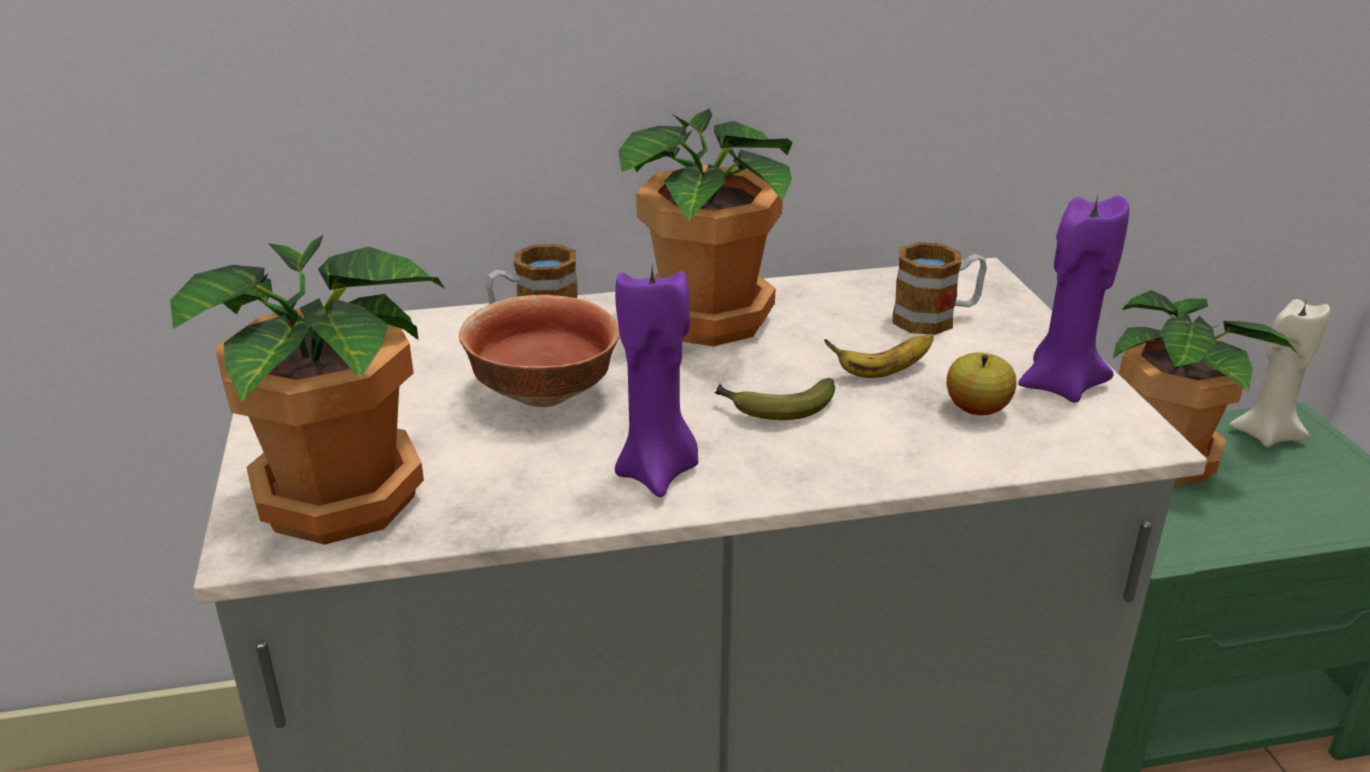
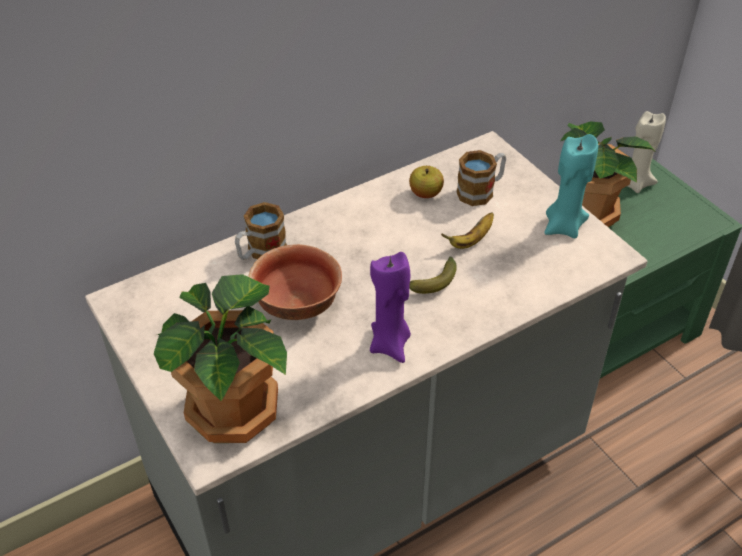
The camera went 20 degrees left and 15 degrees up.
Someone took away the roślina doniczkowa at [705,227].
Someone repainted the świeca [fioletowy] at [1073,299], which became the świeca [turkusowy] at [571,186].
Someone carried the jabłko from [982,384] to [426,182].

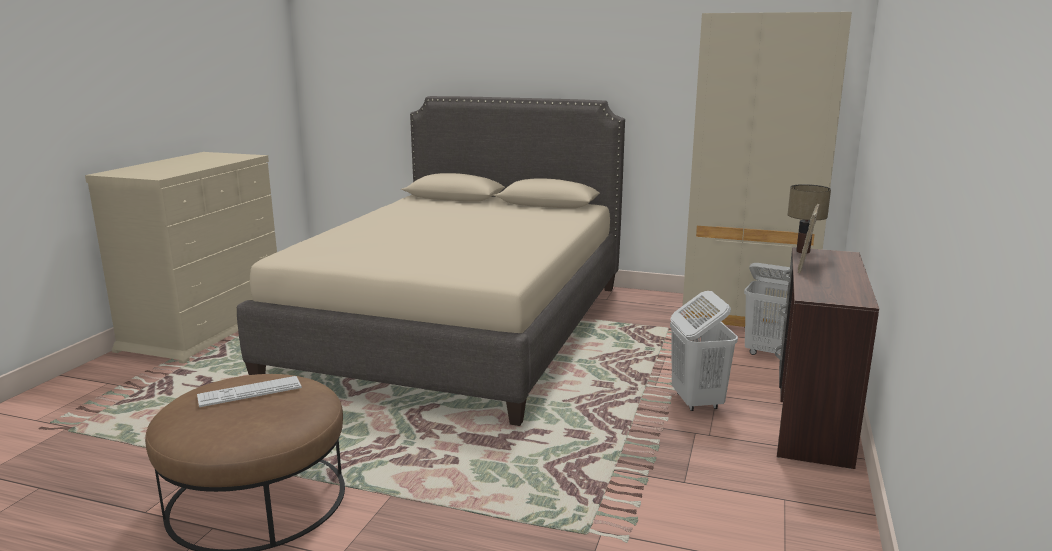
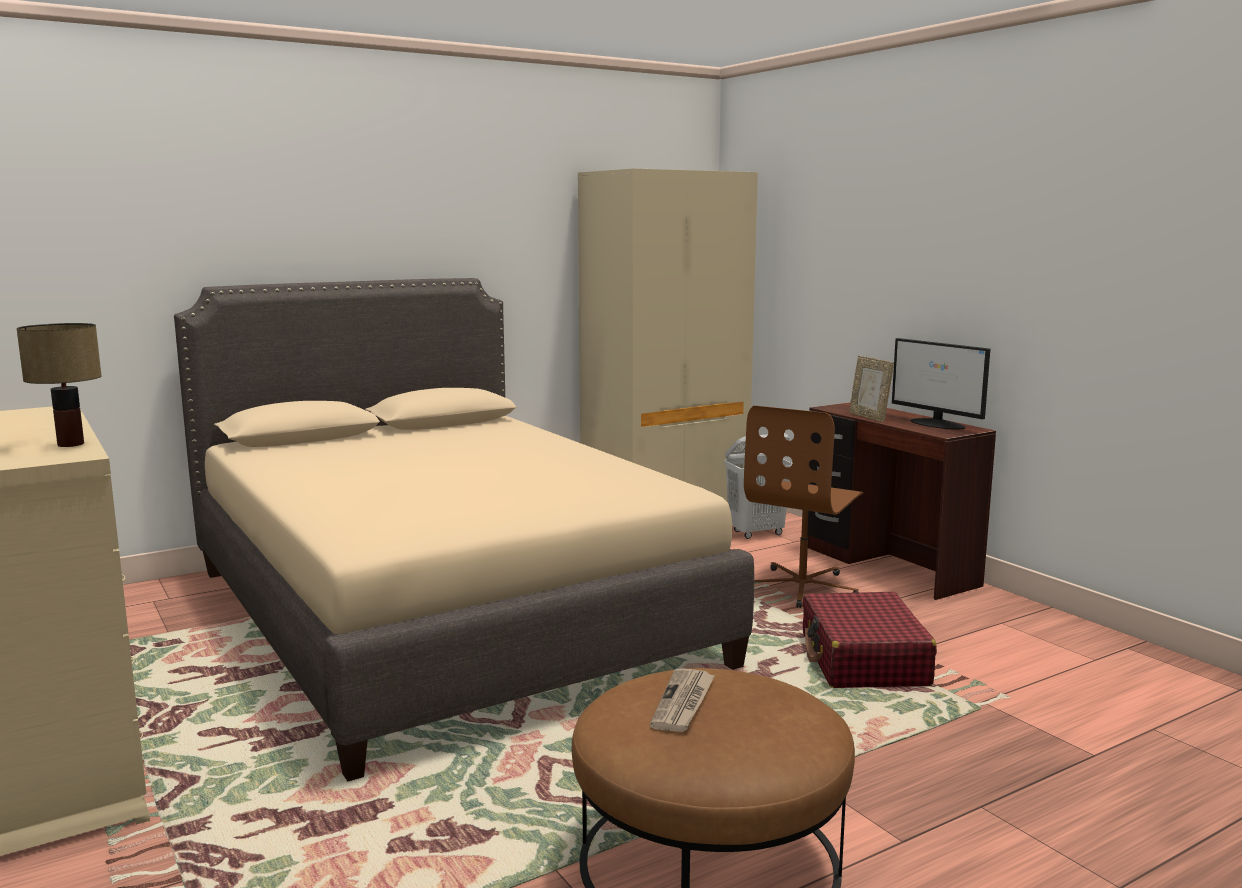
The camera went 50 degrees left and 5 degrees down.
Someone carried the lampa stołowa from [809,218] to [59,385].
Someone swapped the kosz na pranie [biały] at [704,351] for the krzesło biurowe [brązowy] at [803,507].
Someone swapped the klawiatura at [249,391] for the gazeta at [682,700].
Someone put down the monitor at [941,384].
Someone put down the walizka [czerwony] at [869,640].

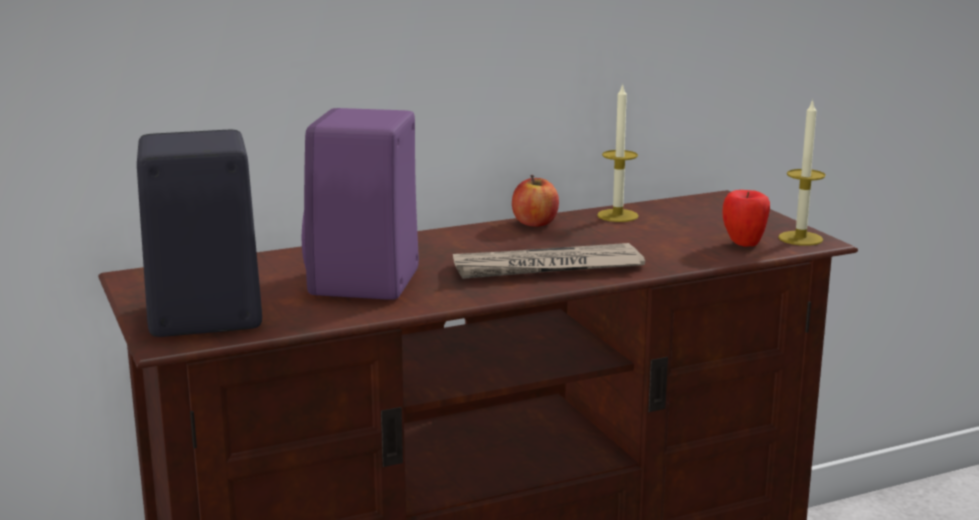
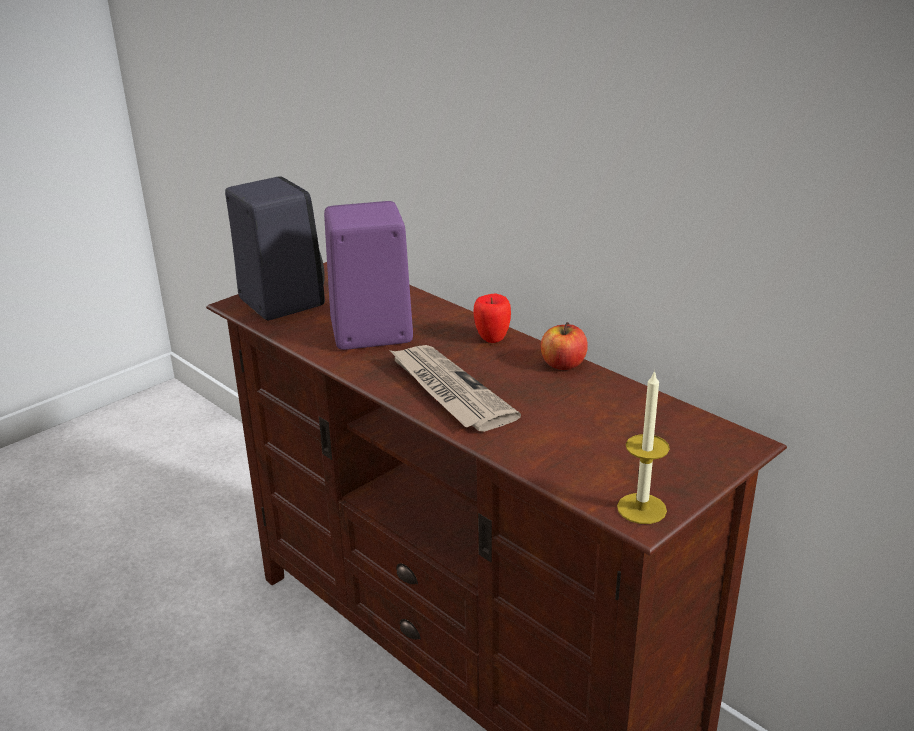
The camera went 70 degrees right and 10 degrees up.
Someone took away the świeca at [618,152].
Someone carried the jabłko from [746,218] to [492,318].

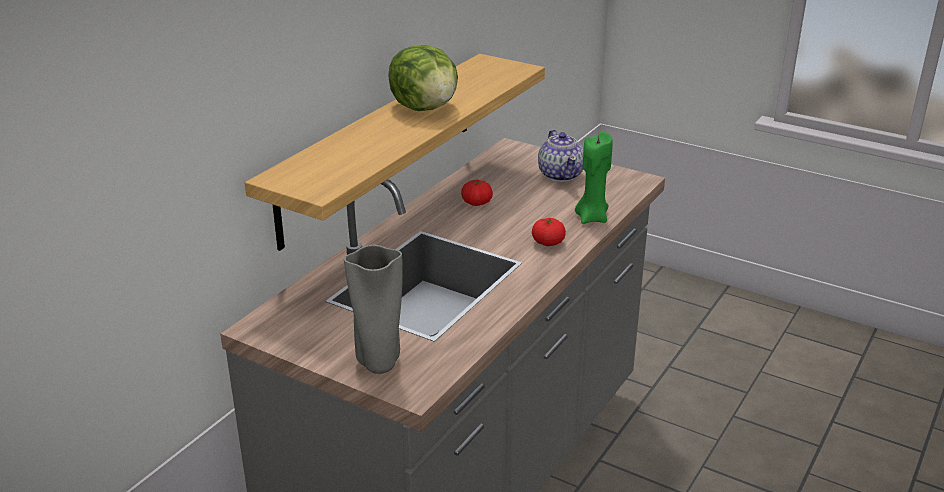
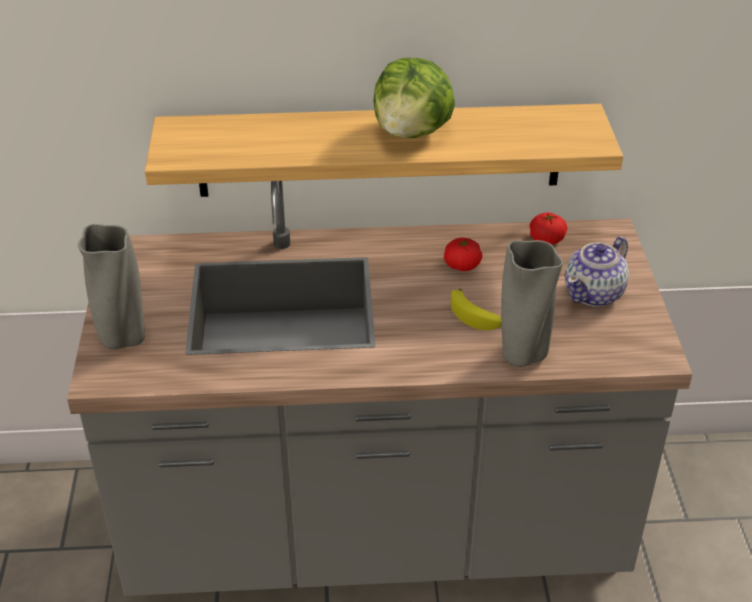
The camera went 55 degrees right and 10 degrees up.
Someone swapped the świeca [zielony] at [594,178] for the wazon [szary] at [532,303].
Someone carried the pomidor from [549,232] to [548,228].
Someone put down the banan at [476,309].

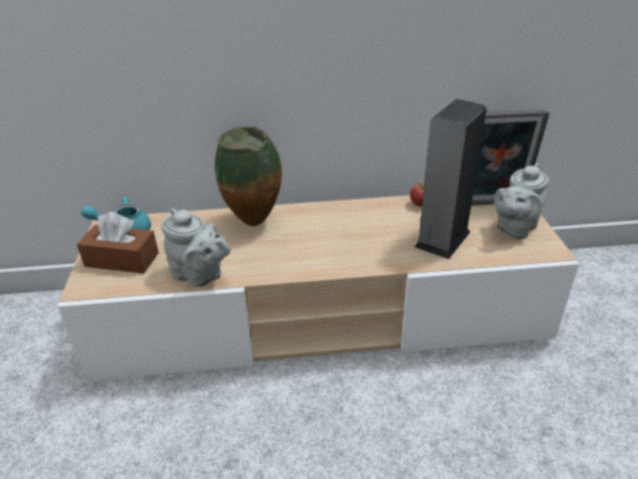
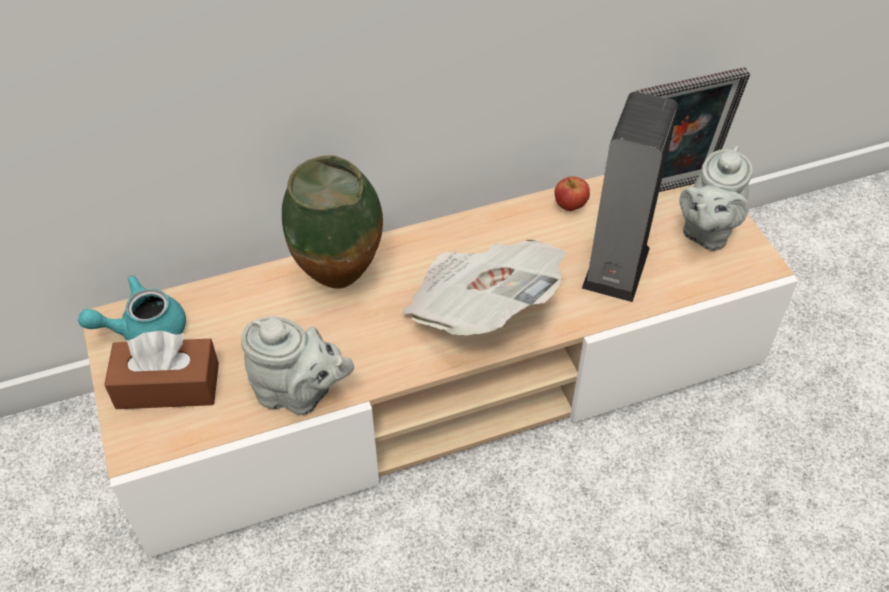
The camera went 15 degrees left and 15 degrees up.
Someone put down the gazeta at [484,287].

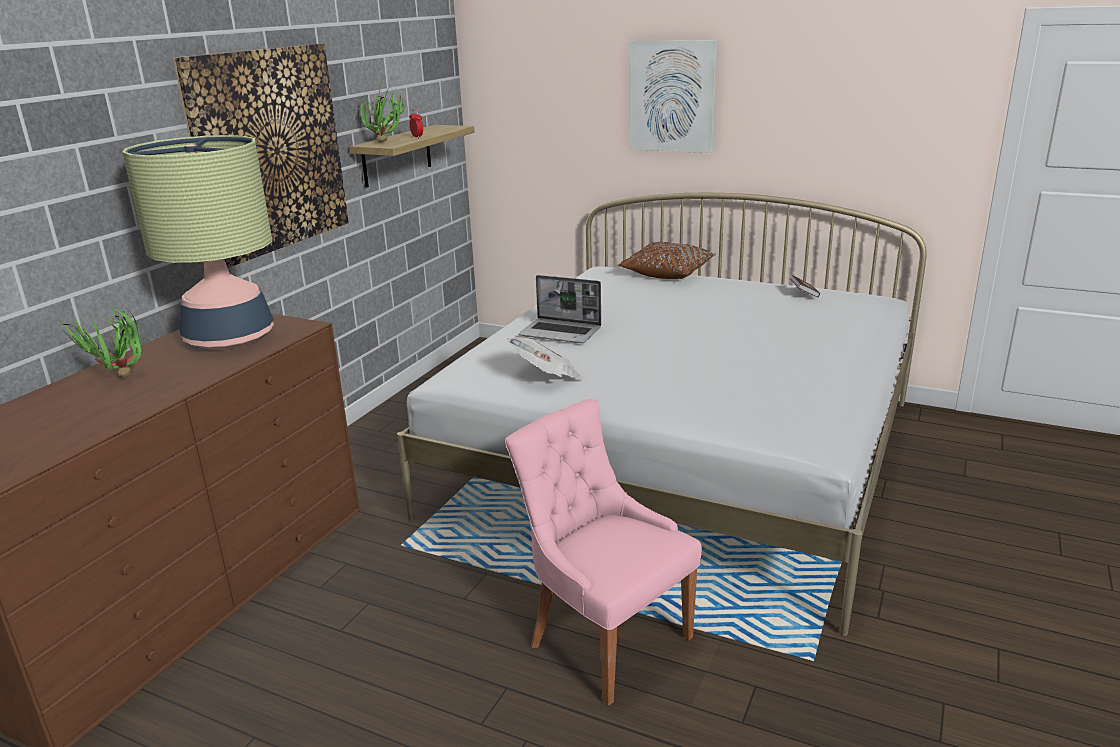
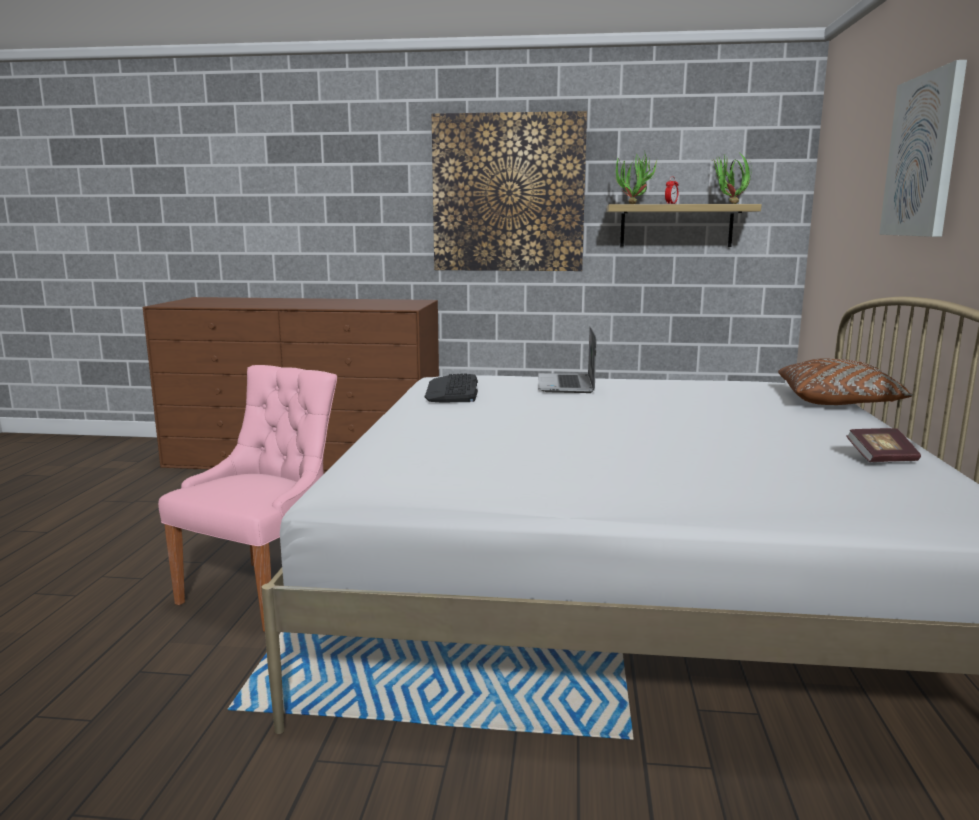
The camera went 70 degrees right and 10 degrees down.
Someone took away the lampa stołowa at [198,242].
Someone carried the roślina doniczkowa from [101,340] to [732,178].
Someone swapped the gazeta at [545,358] for the klawiatura at [451,388].

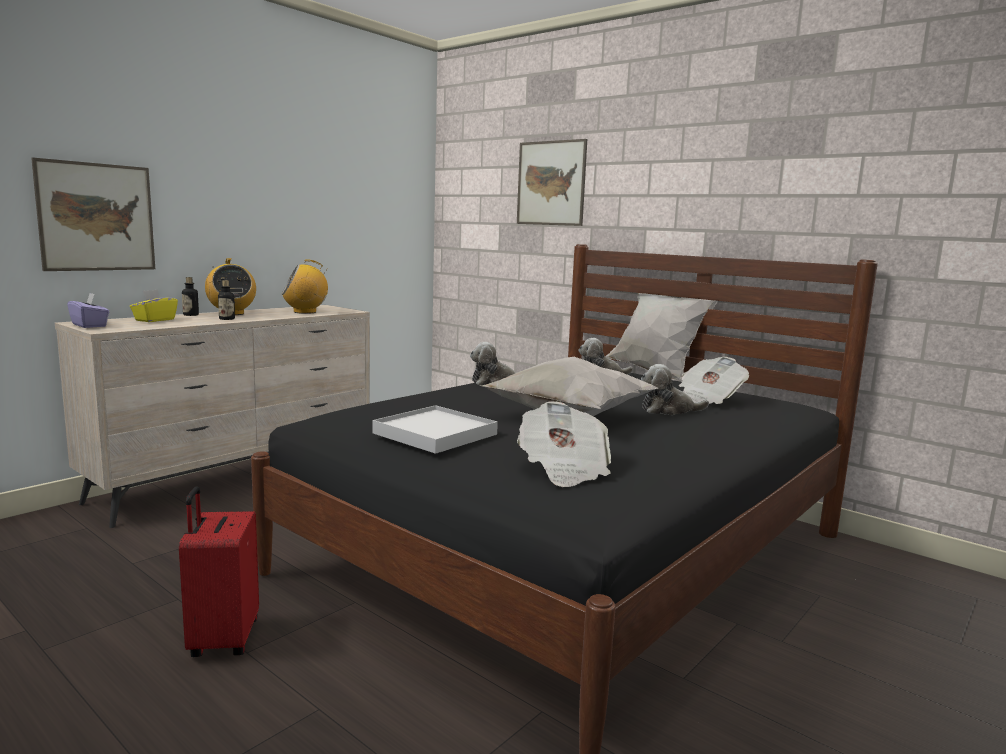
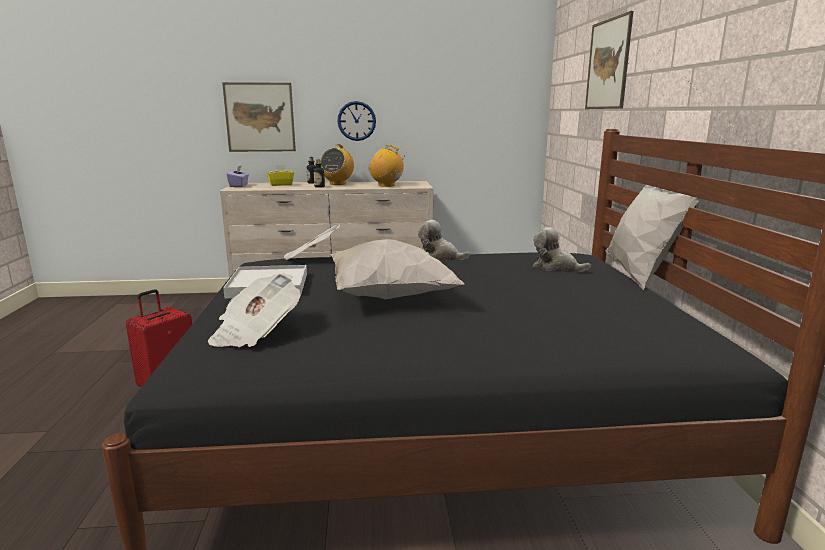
The camera went 45 degrees right and 5 degrees up.
Someone carried the gazeta from [714,380] to [312,242].
Someone took away the pluszak at [675,389].
Someone put up the zegar ścienny at [356,121].

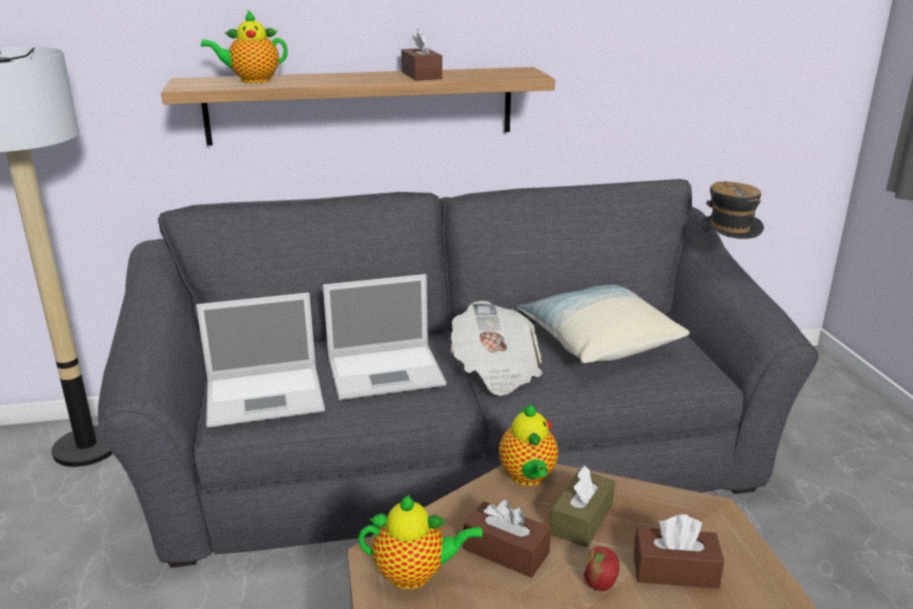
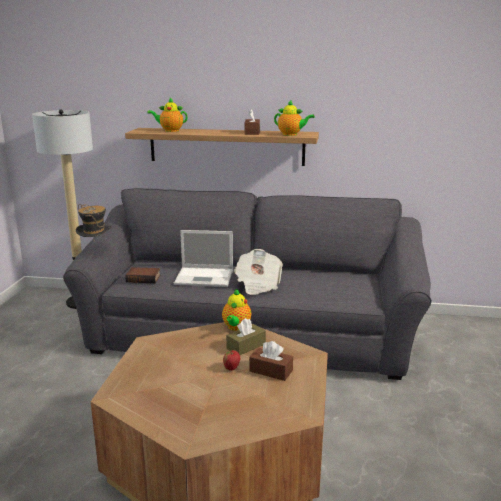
The camera went 20 degrees right and 5 degrees down.
Someone carried the kapelusz from [731,213] to [94,220].
Someone took away the poduszka at [603,324].
Someone swapped the laptop at [260,360] for the książka at [142,275].
Someone carried the imbryk from [420,542] to [294,118].
Someone took away the pudełko chusteczek [brązowy] at [507,539].

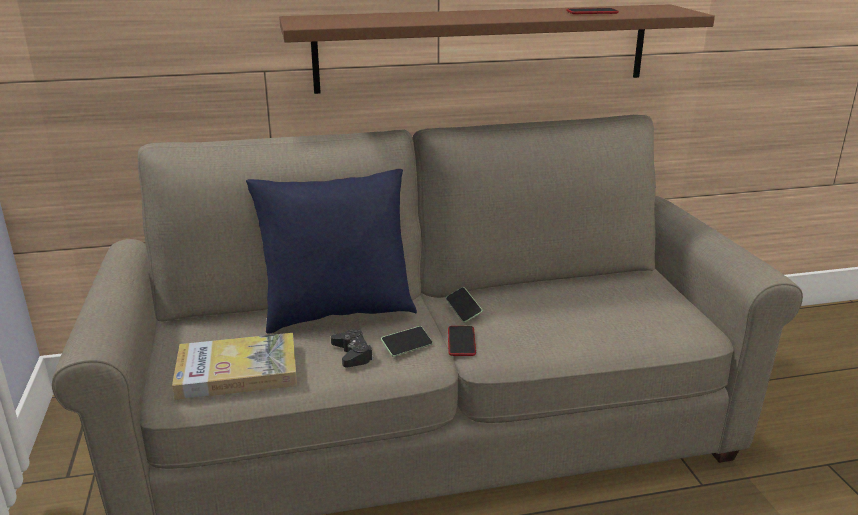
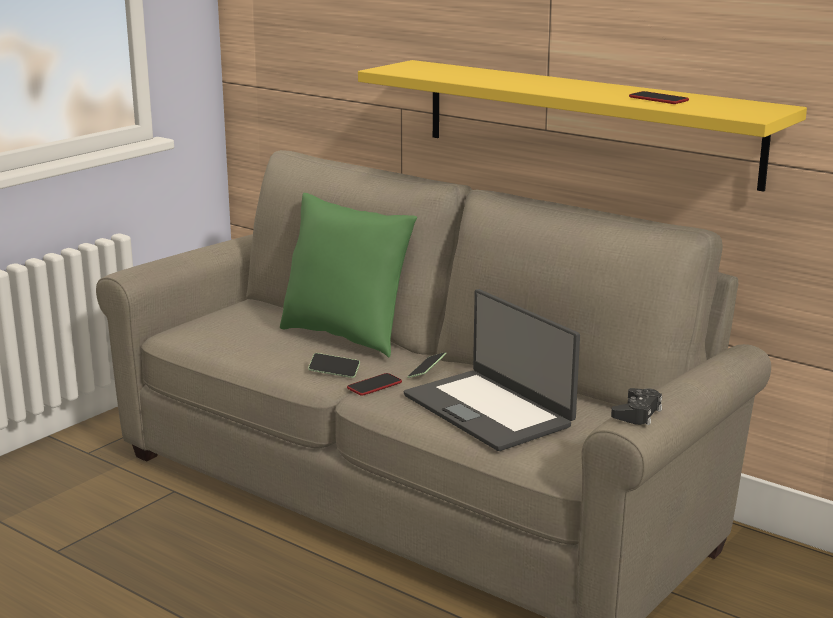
The camera went 50 degrees right and 5 degrees down.
Someone repainted the półka [brązowy] at [497,49], which became the półka [żółty] at [582,126].
Someone repainted the poduszka [niebieski] at [331,251], which became the poduszka [zielony] at [348,275].
Someone carried the pad do gier [czarny] from [352,348] to [636,406].
Someone took away the książka at [234,366].
Someone put down the laptop at [492,370].

